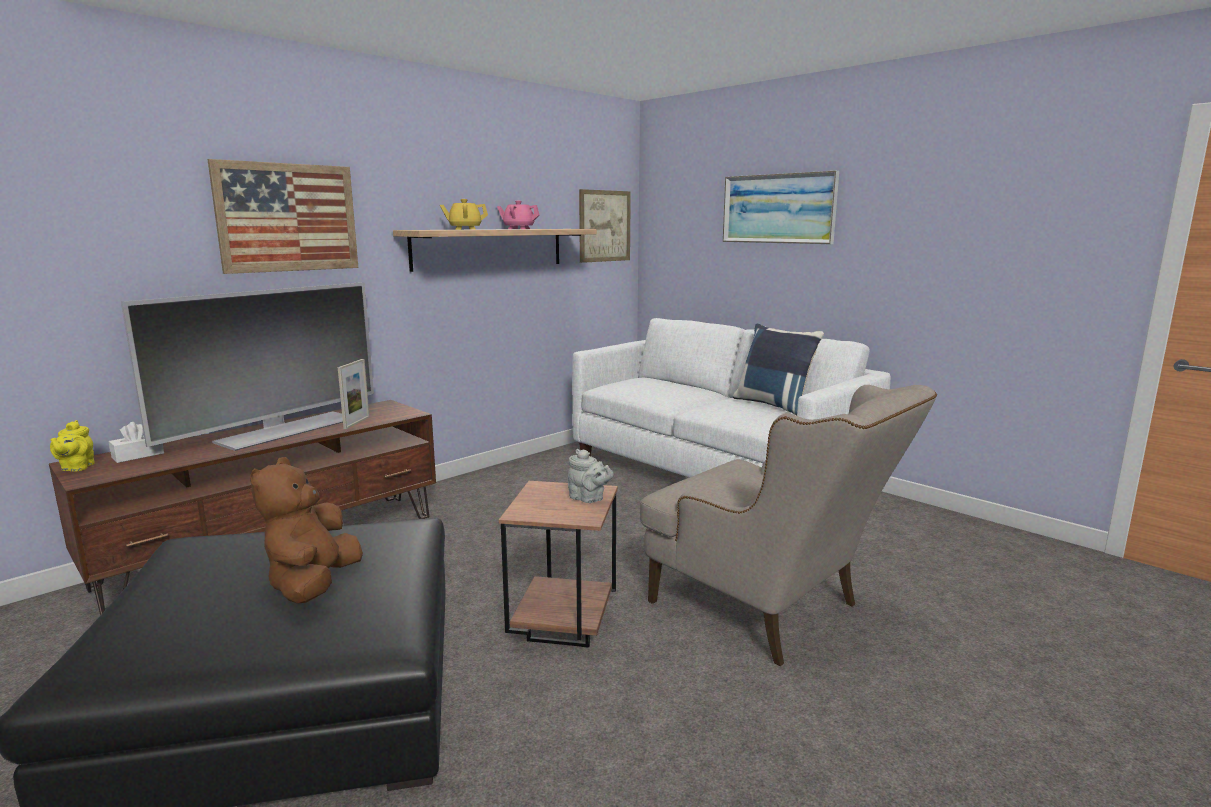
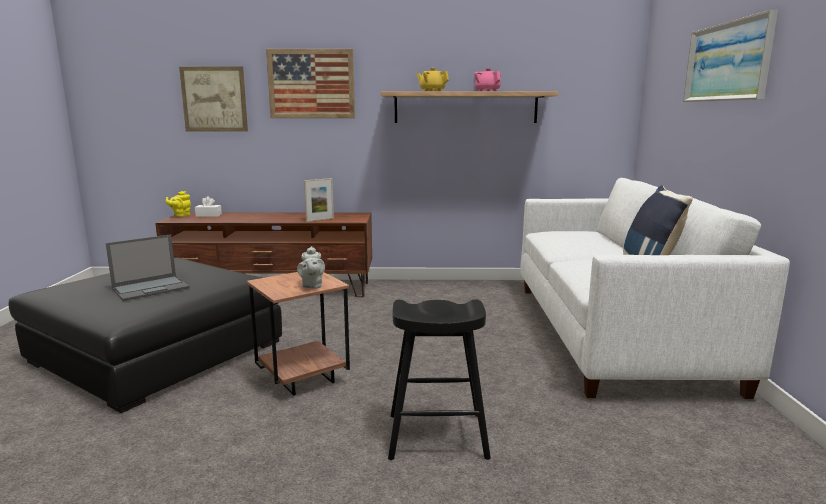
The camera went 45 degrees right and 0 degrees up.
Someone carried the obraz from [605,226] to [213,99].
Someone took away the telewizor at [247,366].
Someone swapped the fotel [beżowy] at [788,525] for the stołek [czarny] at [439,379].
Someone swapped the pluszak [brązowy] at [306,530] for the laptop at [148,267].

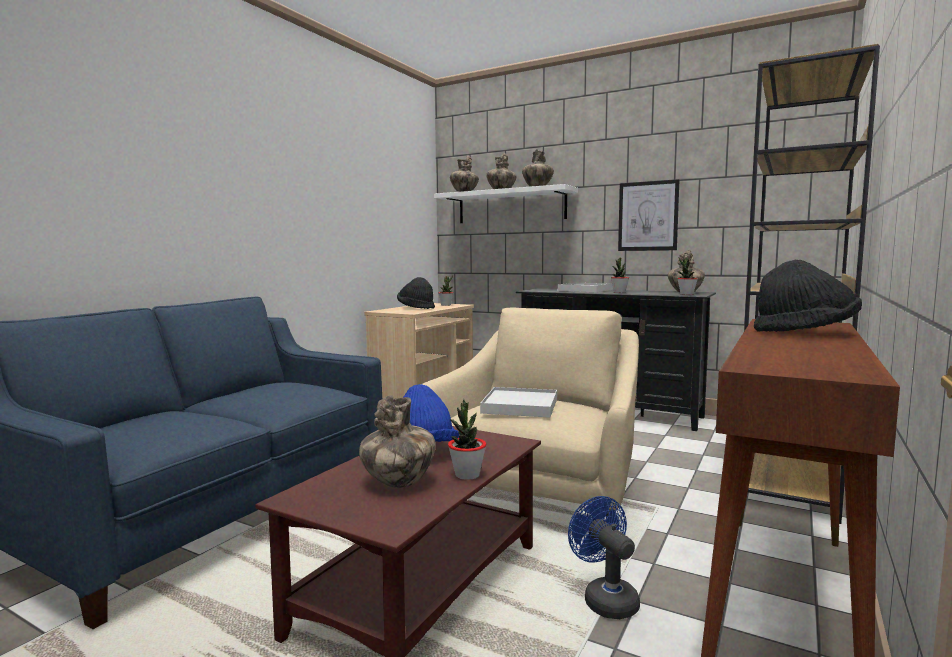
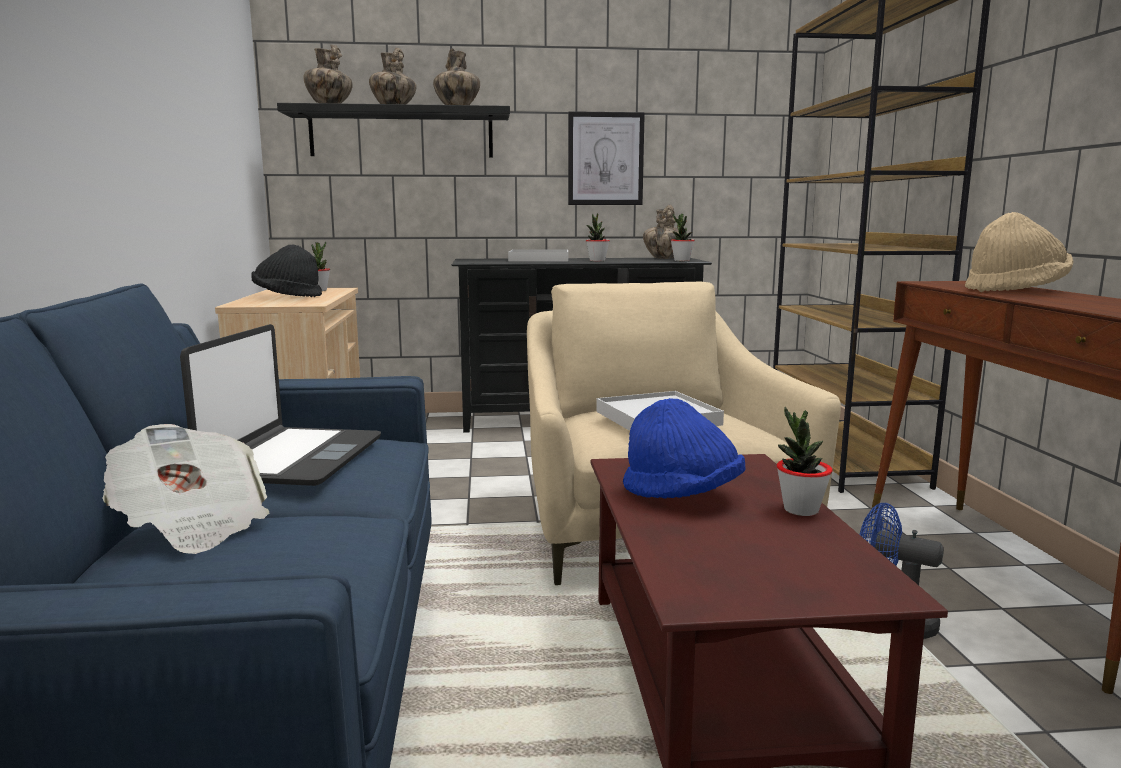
The camera went 35 degrees left and 5 degrees up.
Someone repainted the półka [biały] at [506,203], which became the półka [czarny] at [393,130].
Someone repainted the kapelusz [czarny] at [808,296], which became the kapelusz [beżowy] at [1019,252].
Someone took away the wazon at [397,441].
Someone put down the laptop at [280,405].
Someone put down the gazeta at [185,489].

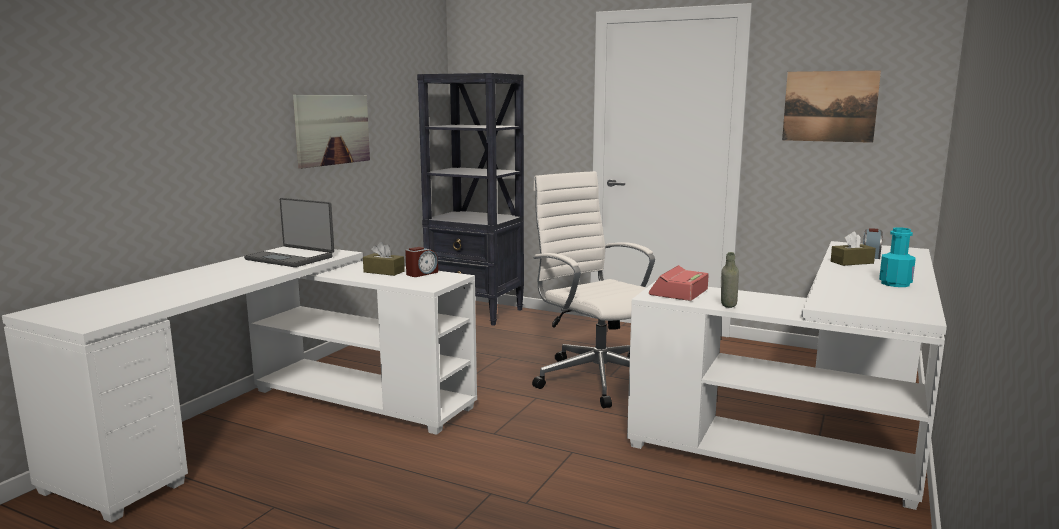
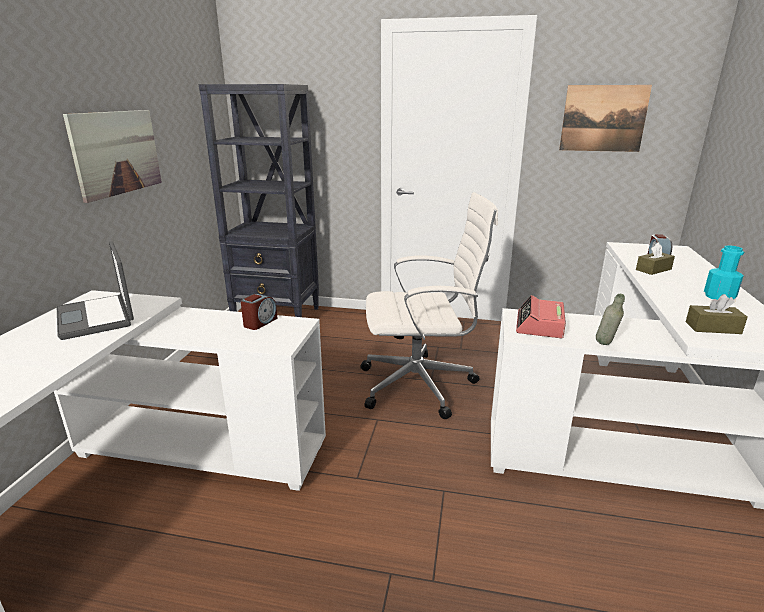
The camera went 15 degrees left and 10 degrees up.
Someone rotated the krzesło biurowe [biały] at [593,289] by 135 degrees clockwise.
Someone rotated the laptop at [289,232] by 45 degrees clockwise.
Someone carried the pudełko chusteczek [brązowy] from [384,259] to [717,314].

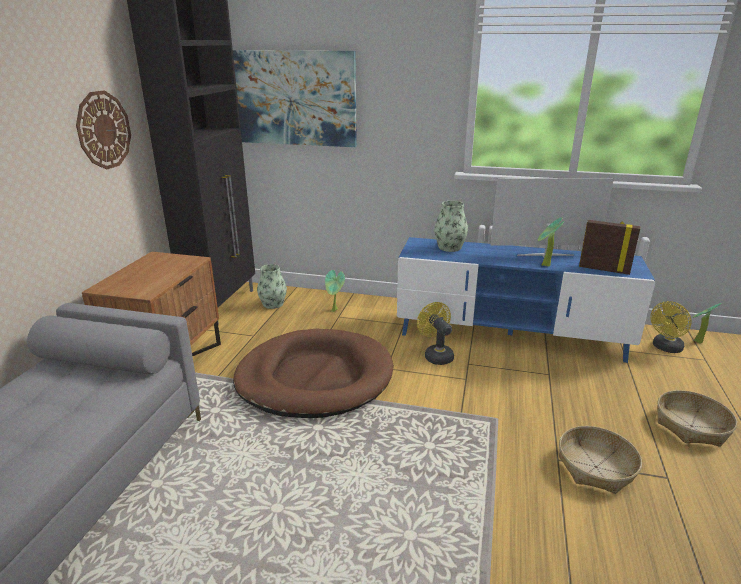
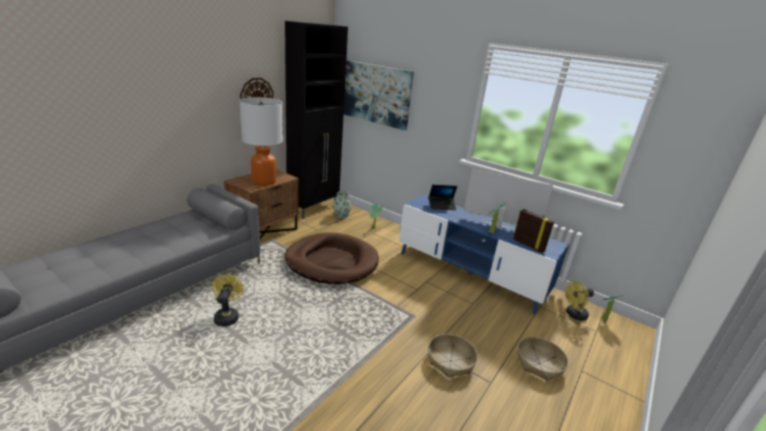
The camera went 20 degrees right and 0 degrees up.
Someone swapped the wazon at [451,226] for the laptop at [443,197].
Someone carried the wentylator [żółty] from [435,333] to [228,300].
Someone put down the lampa stołowa at [261,141].

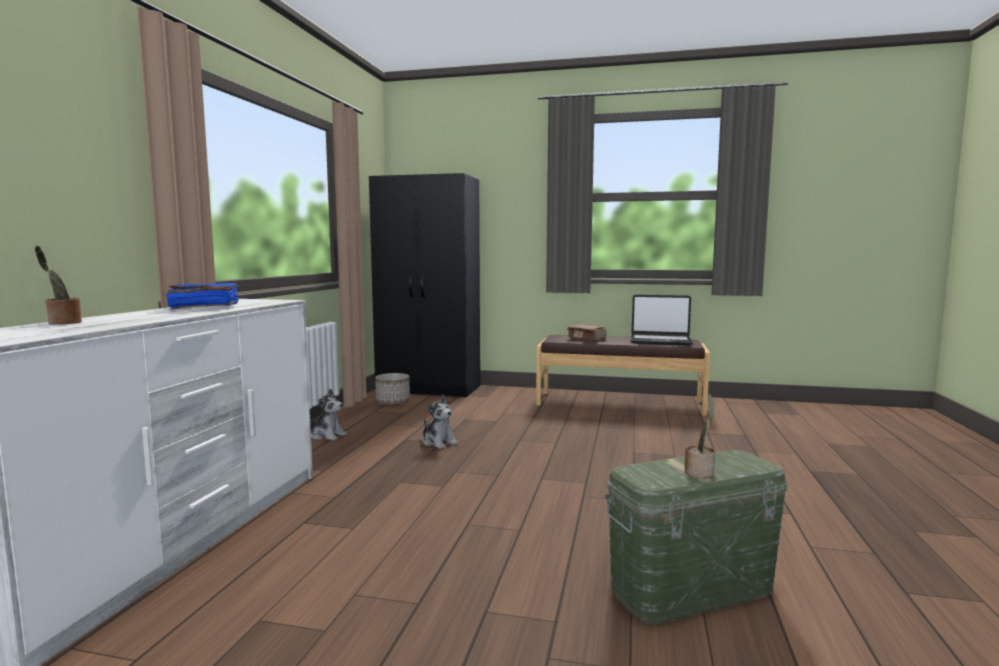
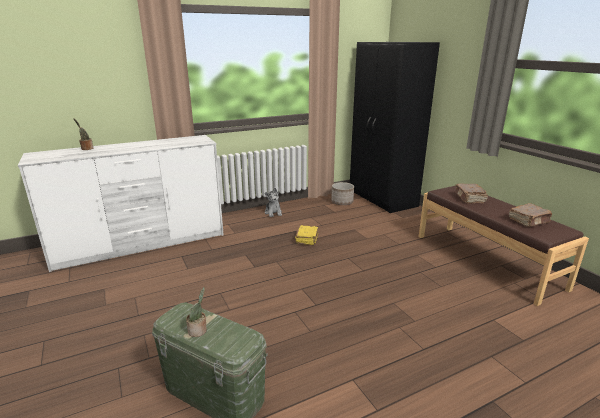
The camera went 50 degrees right and 15 degrees up.
Someone took away the książka [niebieski] at [202,296].
Someone swapped the laptop at [661,320] for the książka [brązowy] at [530,215].
Someone swapped the pluszak at [440,421] for the książka [żółty] at [306,235].

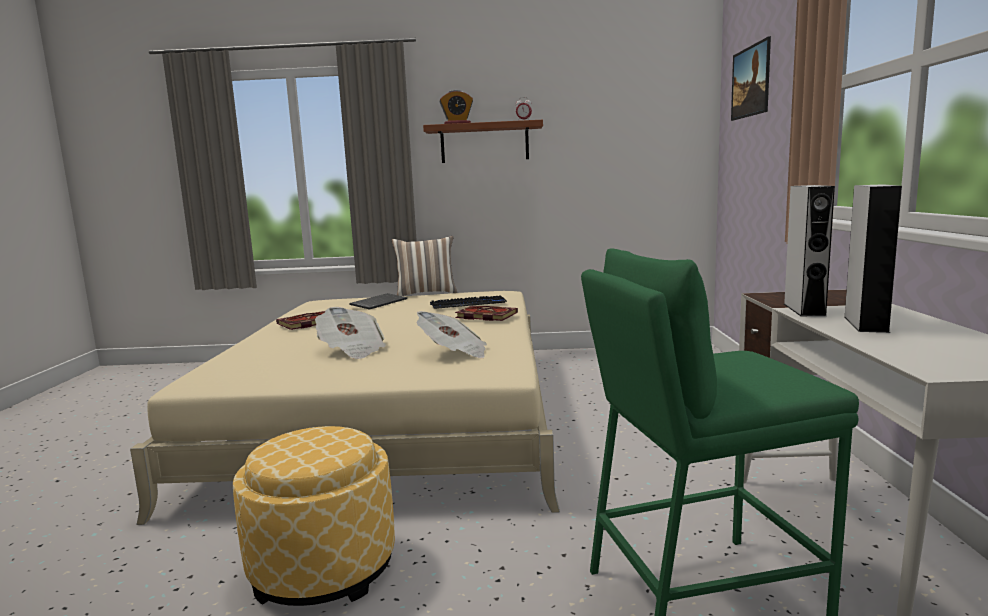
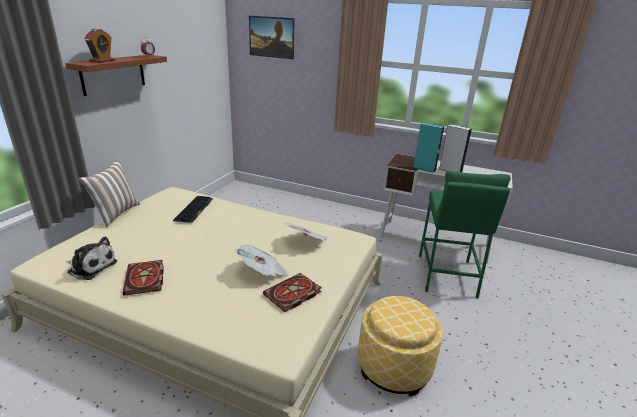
The camera went 70 degrees left and 15 degrees up.
Someone repainted the głośnik [szary] at [809,250], which became the głośnik [turkusowy] at [428,148].
Someone took away the klawiatura at [378,301].
Someone carried the książka from [486,313] to [292,292].
Someone put down the pluszak at [91,258].

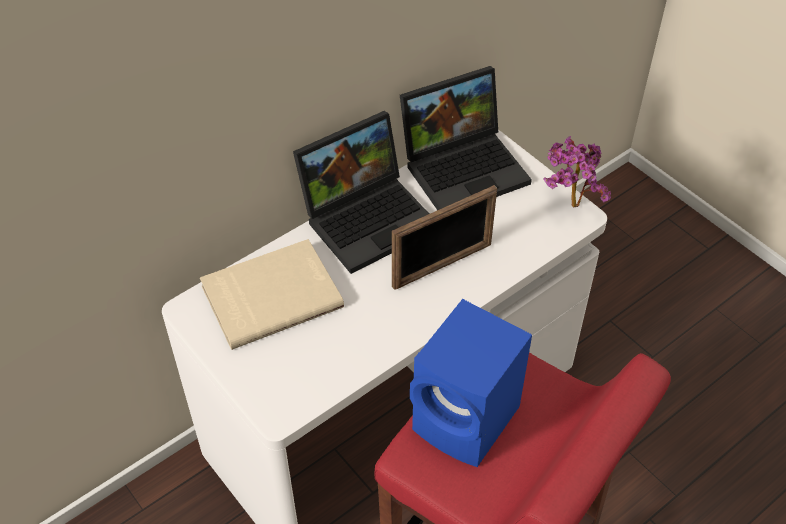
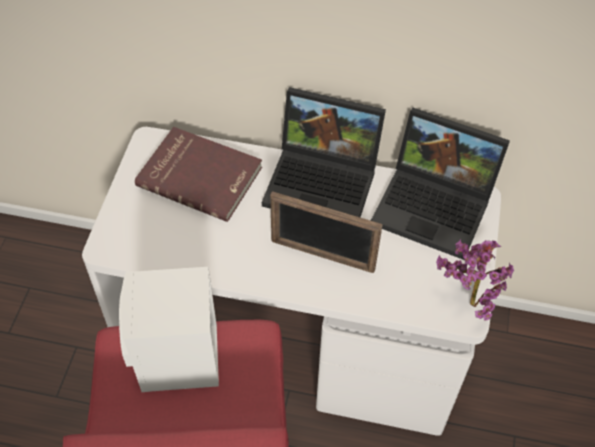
The camera went 50 degrees right and 5 degrees up.
Someone repainted the książka [beżowy] at [272,294], which became the książka [czerwony] at [198,174].
Someone repainted the głośnik [niebieski] at [471,383], which became the głośnik [biały] at [169,329].

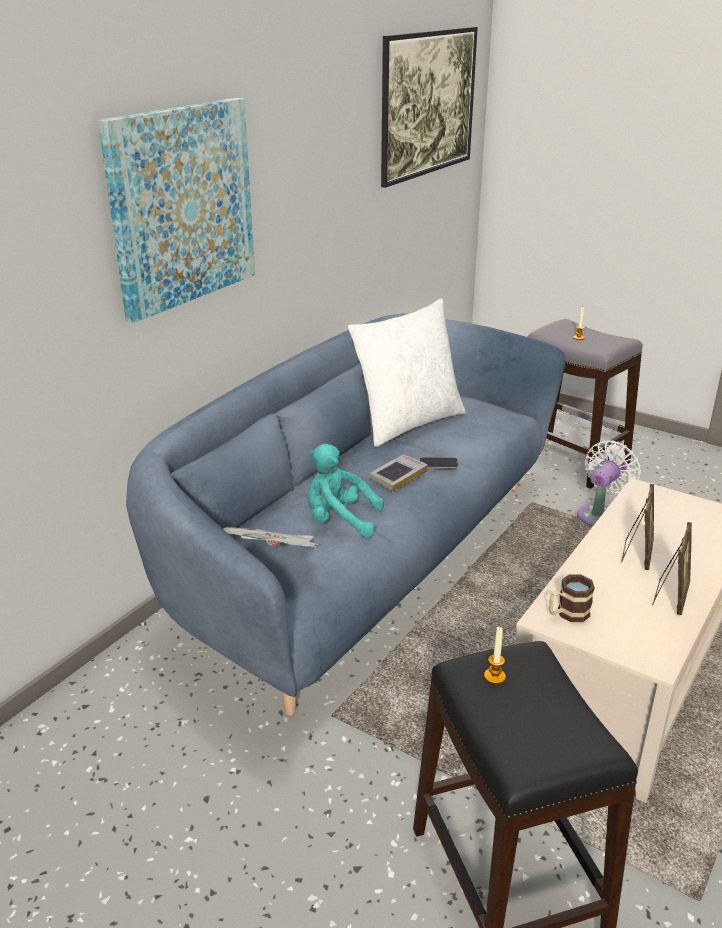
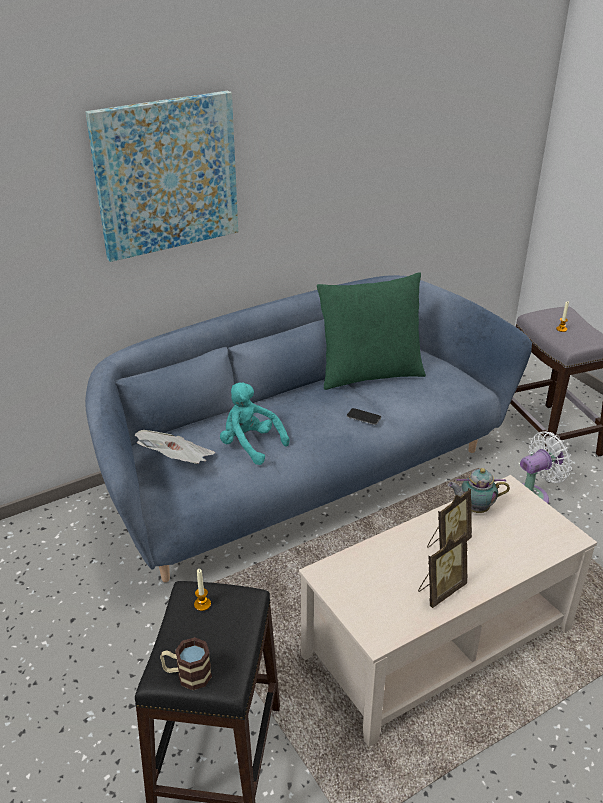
The camera went 25 degrees right and 5 degrees up.
Someone took away the obraz at [429,107].
Someone repainted the poduszka [biały] at [407,372], which became the poduszka [zielony] at [371,331].
Someone took away the książka at [398,472].
Someone carried the kubek from [572,598] to [186,663].
Someone put down the imbryk at [479,490].

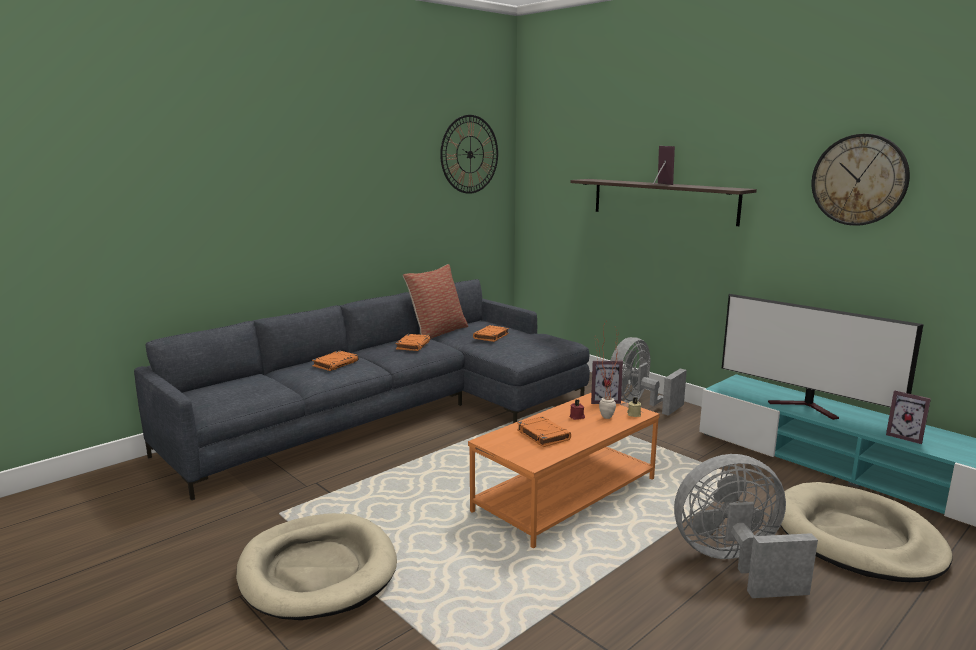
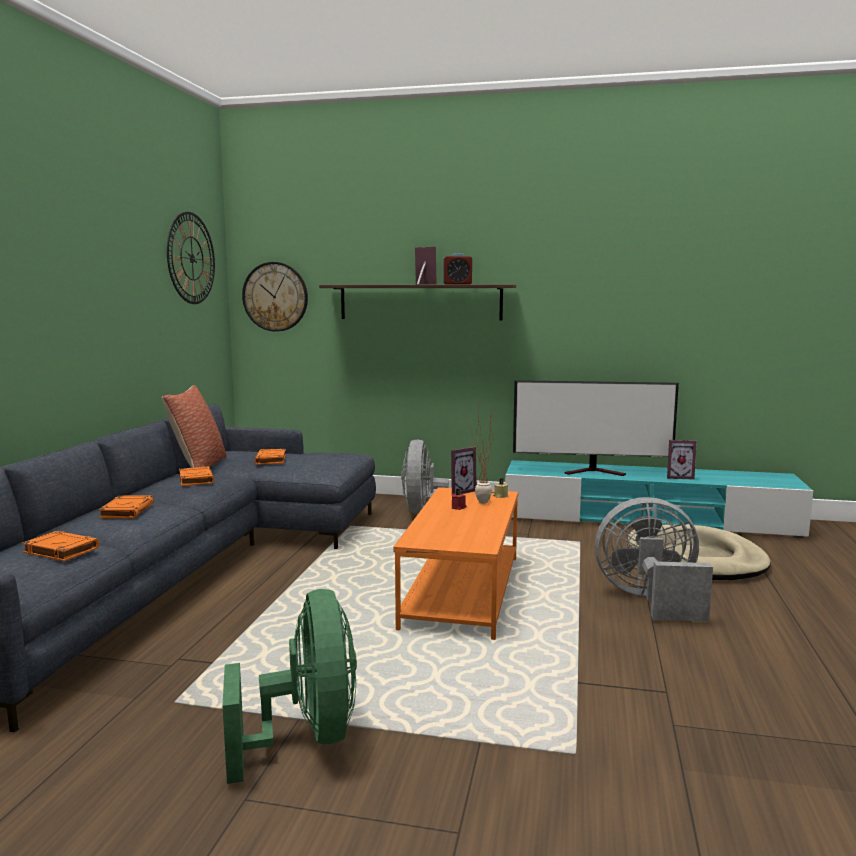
The camera went 35 degrees left and 5 degrees down.
Someone carried the zegar ścienny from [861,180] to [275,297].
Someone carried the książka [pomarańczowy] from [544,431] to [60,546].
Someone rotated the wentylator [szary] at [746,526] by 45 degrees clockwise.
Someone swapped the legowisko [beżowy] at [316,566] for the wentylator [zielony] at [289,686].
Someone put down the budzik at [457,269].

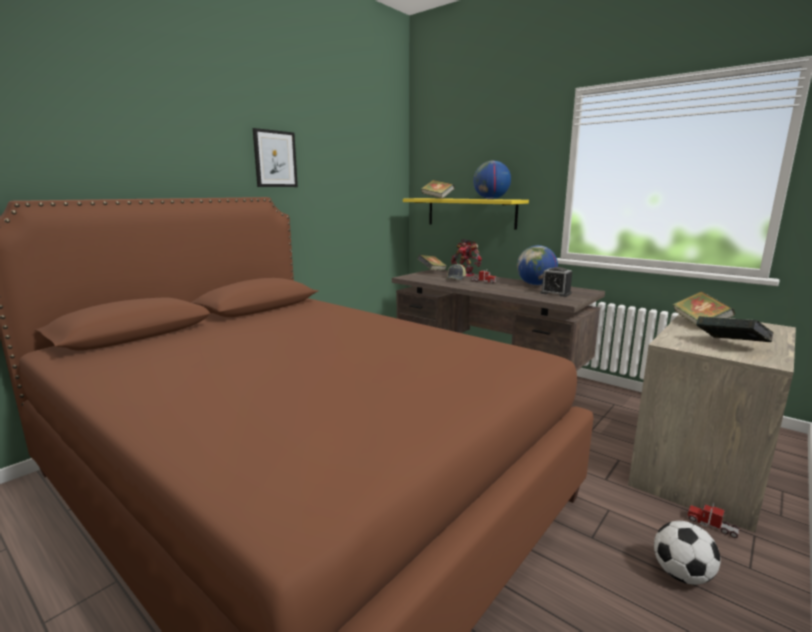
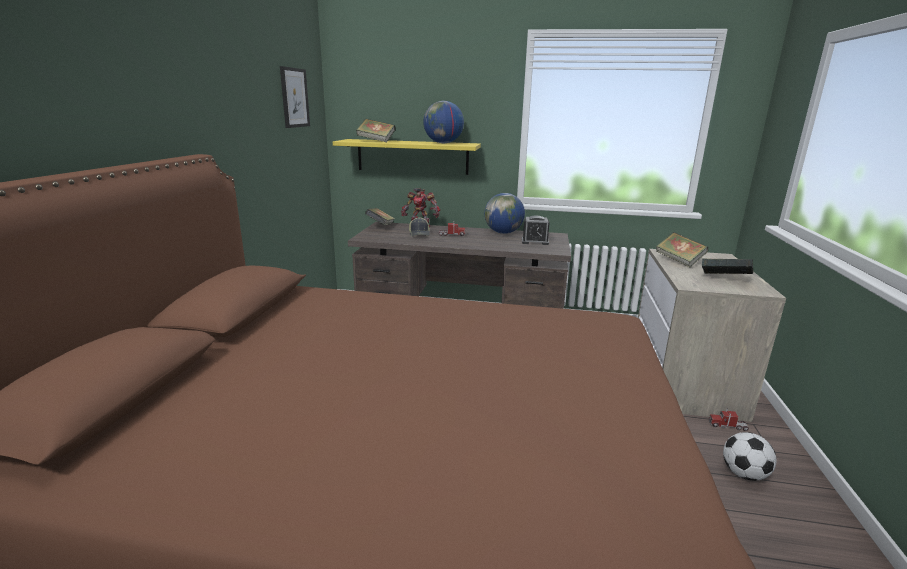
The camera went 30 degrees left and 5 degrees up.
Someone carried the obraz from [275,157] to [295,97].

